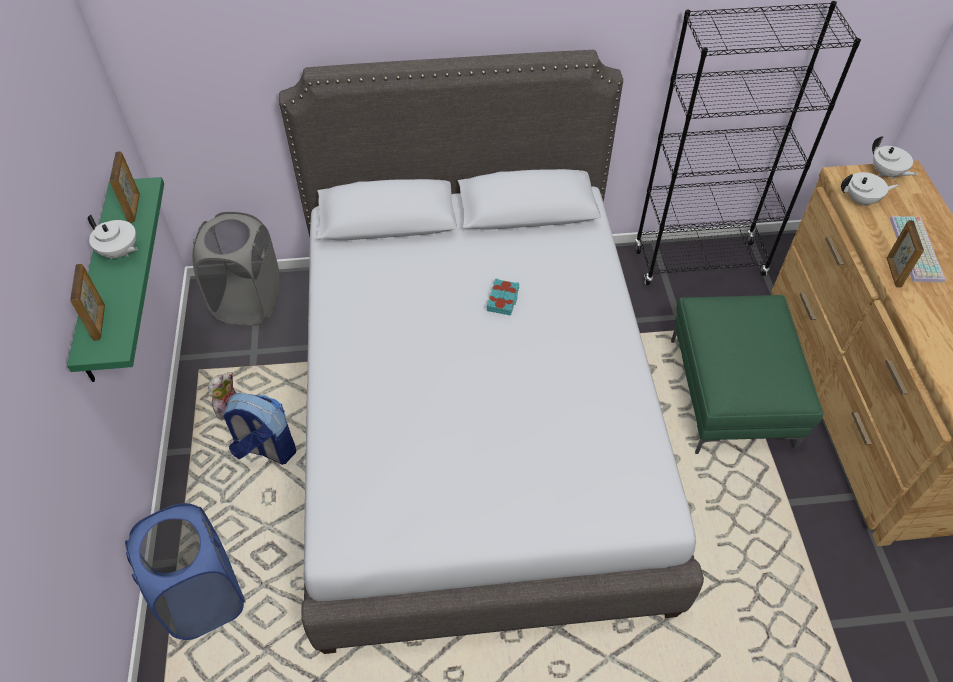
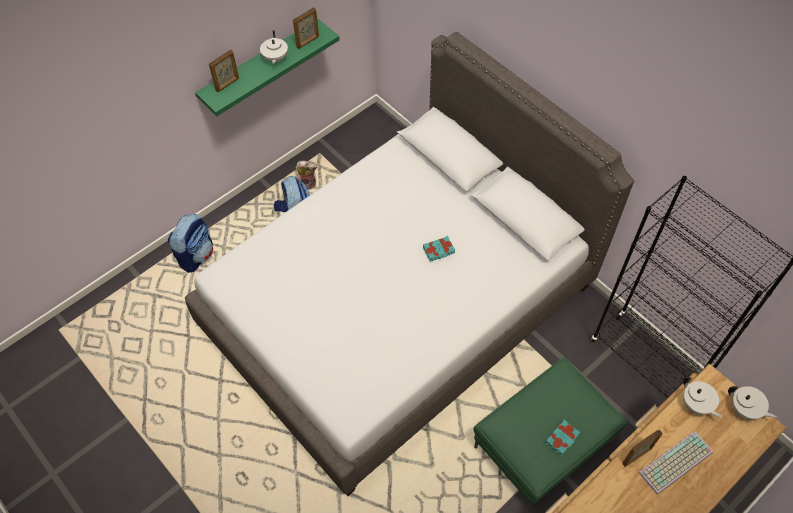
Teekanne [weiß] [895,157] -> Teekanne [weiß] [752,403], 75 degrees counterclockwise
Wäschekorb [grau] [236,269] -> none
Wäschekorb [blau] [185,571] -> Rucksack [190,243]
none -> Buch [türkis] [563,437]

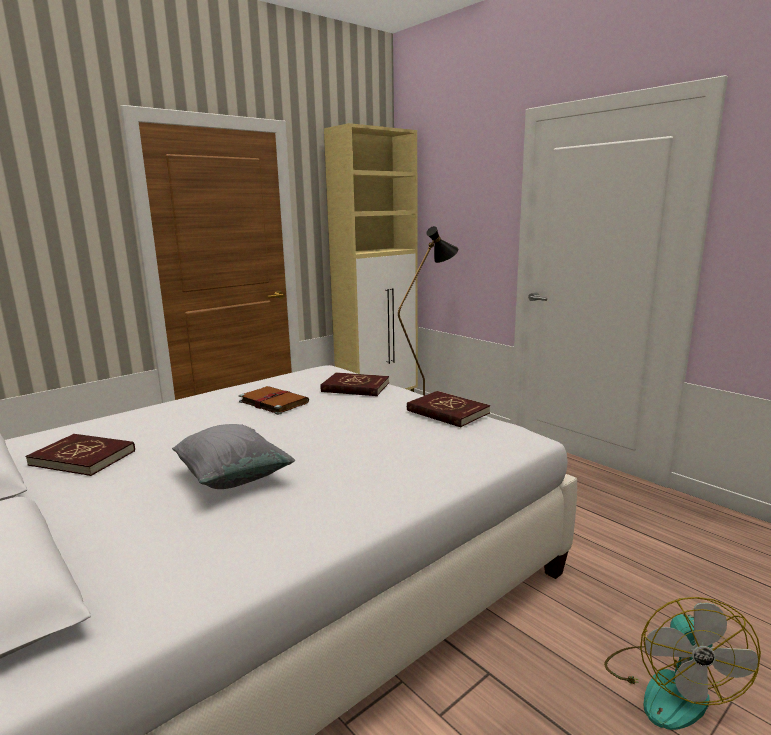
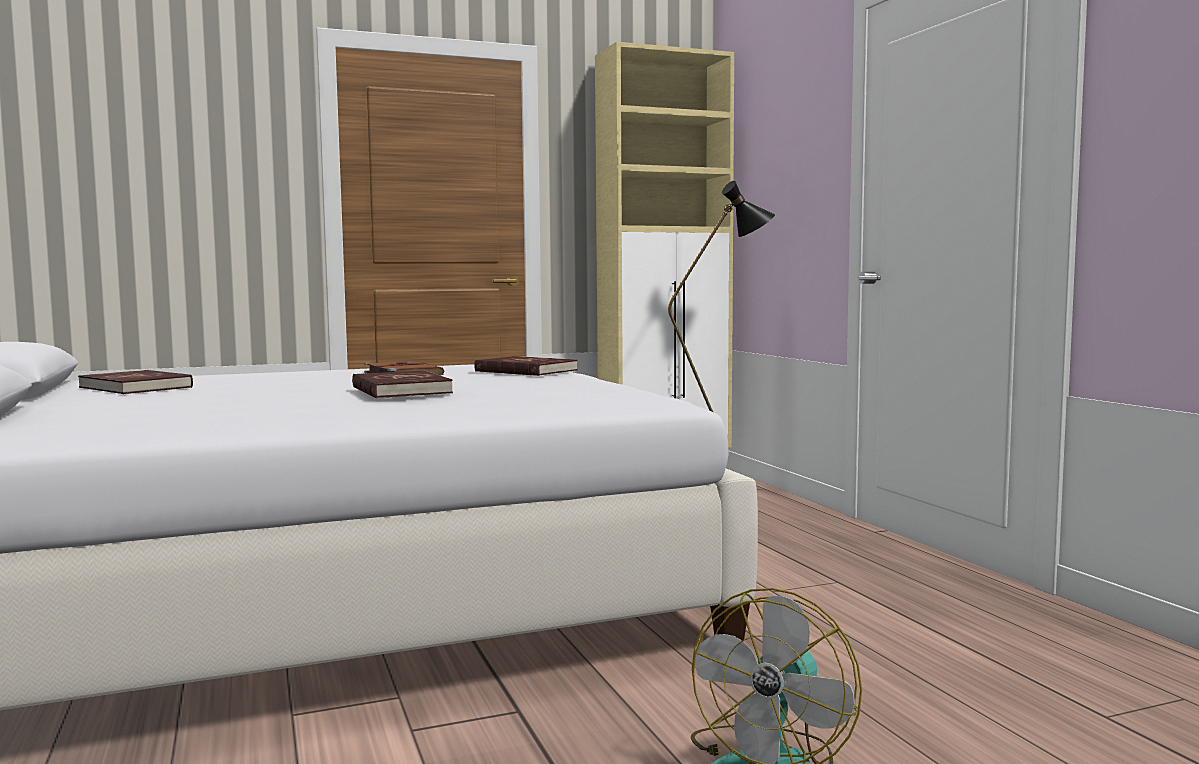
Buch [rot] [448,409] -> Buch [rot] [402,384], move
Kissen [grau] [233,456] -> none

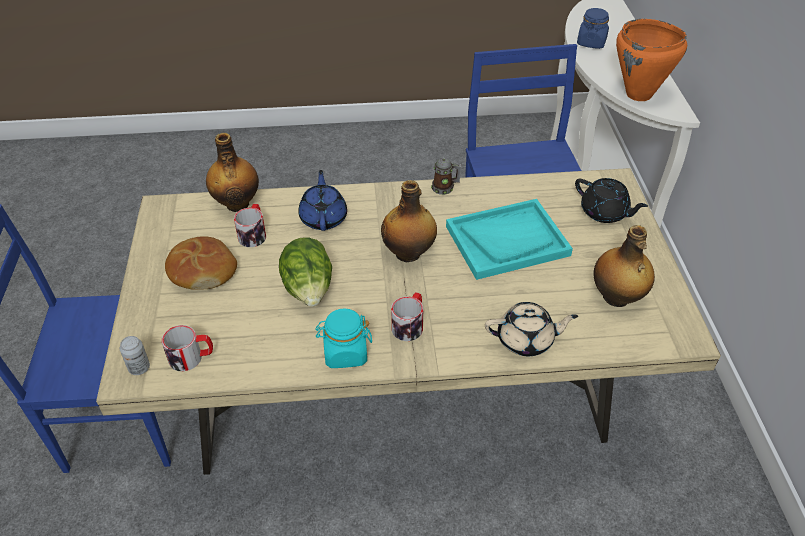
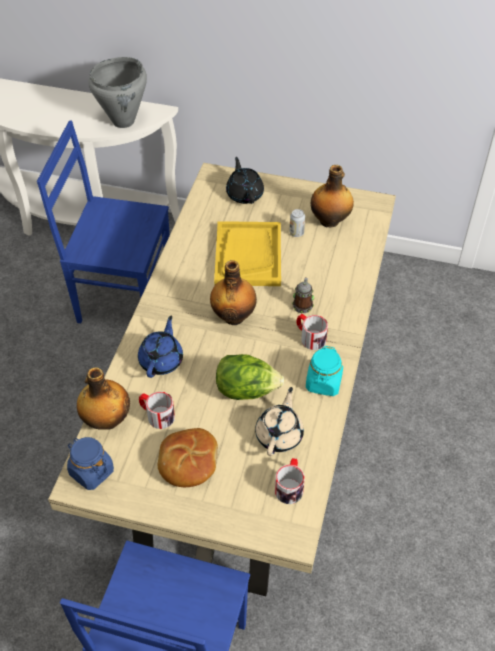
Vorratsglas [blau] [593,28] -> Vorratsglas [blau] [90,463], move
Kochtopf [orange] [651,60] -> Kochtopf [grau] [117,92]
Henkelbecher [446,176] -> Henkelbecher [303,295], move
Teekanne [blau] [322,200] -> Teekanne [blau] [160,346], 90 degrees clockwise
Teekanne [schwarz] [611,200] -> Teekanne [schwarz] [245,180], 75 degrees counterclockwise
Tablett [türkis] [509,239] -> Tablett [gelb] [247,253]
Teekanne [beige] [531,329] -> Teekanne [beige] [279,421], move
Dose [135,355] -> Dose [297,223], move

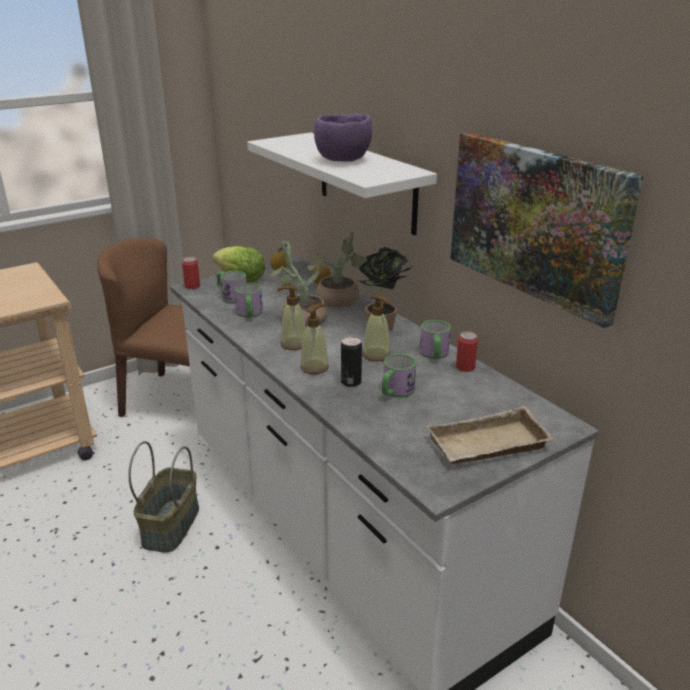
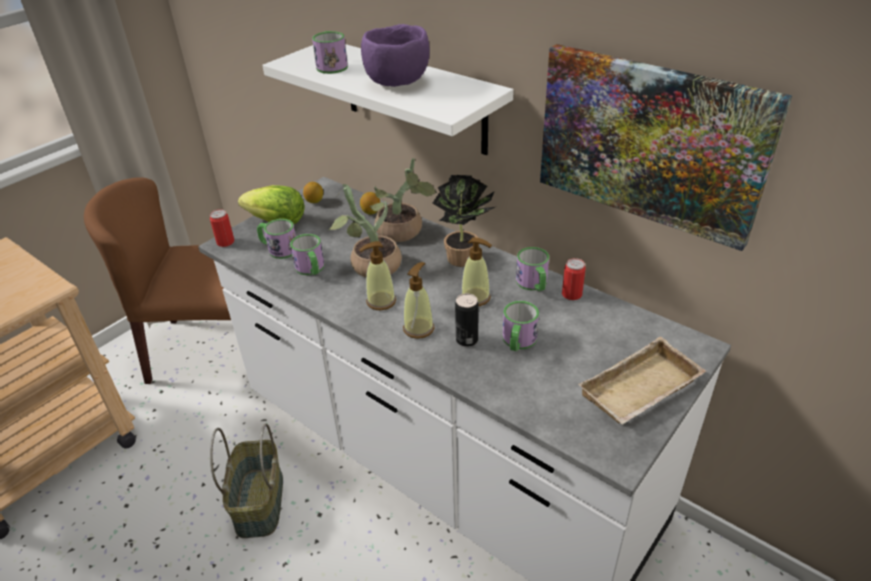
none -> Henkelbecher [330,52]

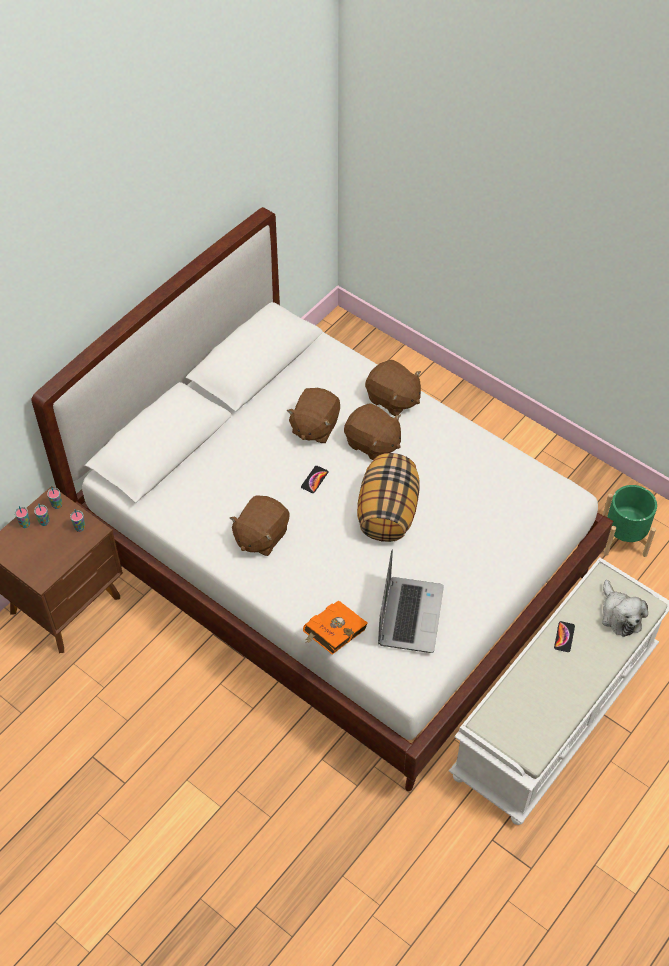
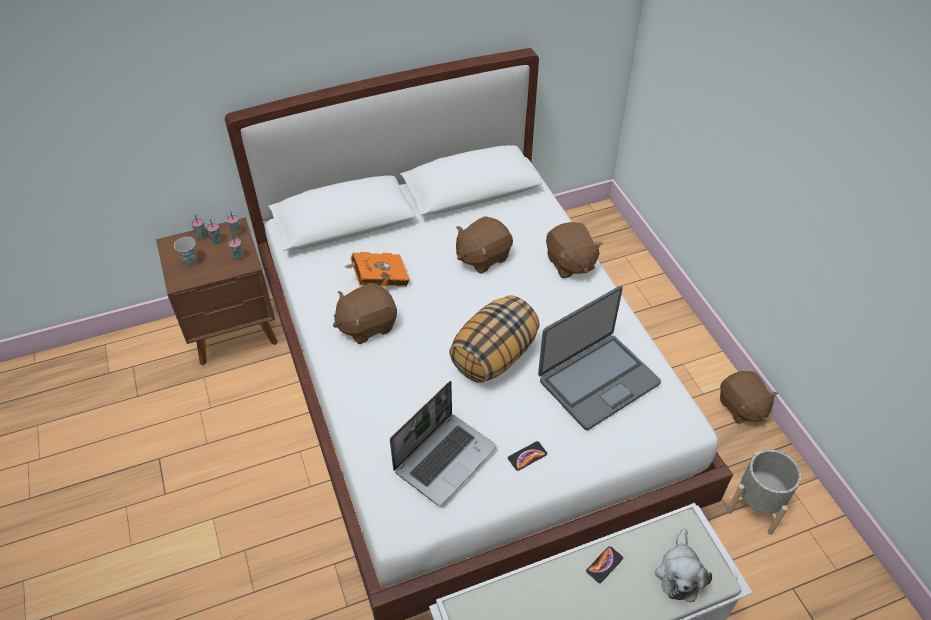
Plüschtier [braun] [372,431] -> Plüschtier [braun] [749,397], move
Handy [314,479] -> Handy [527,456], move
Pflanzkübel [grün] [630,521] -> Pflanzkübel [grau] [764,492]
Buch [orange] [335,627] -> Buch [orange] [378,269], move
none -> Tasse [186,251]
none -> Laptop [599,358]

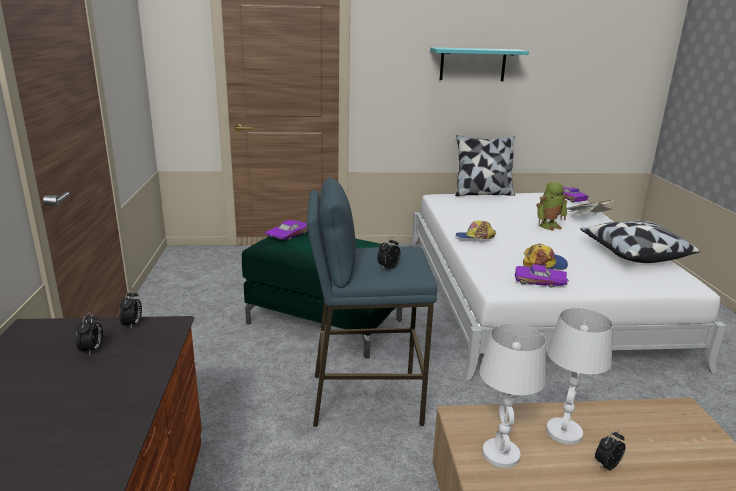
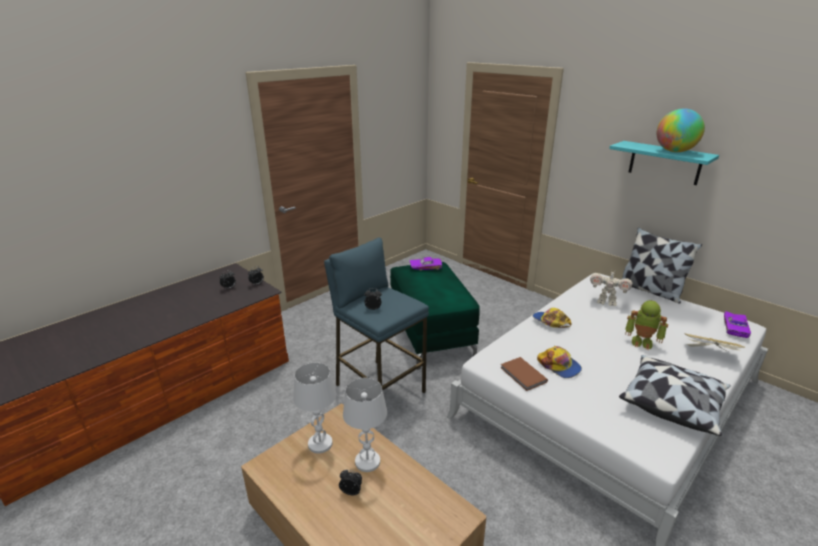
Spielzeugauto [lila] [542,275] -> Buch [braun] [524,374]
none -> Globus [681,130]
none -> Spielzeugroboter [611,287]

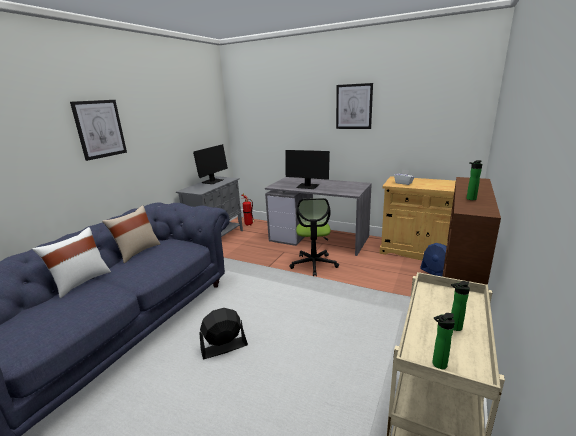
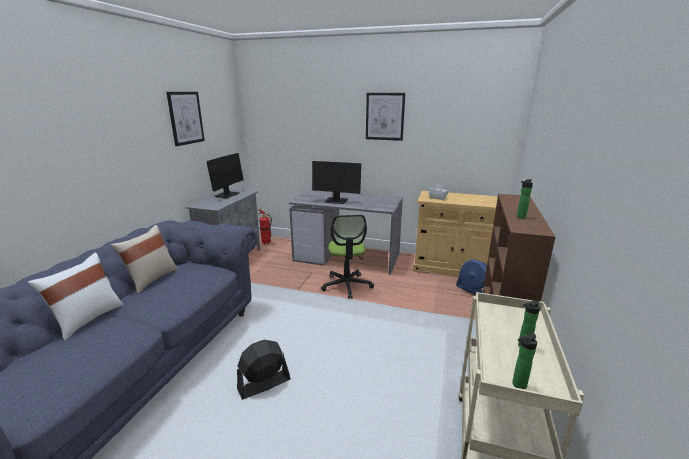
Bild [98,130] -> Bild [185,119], move

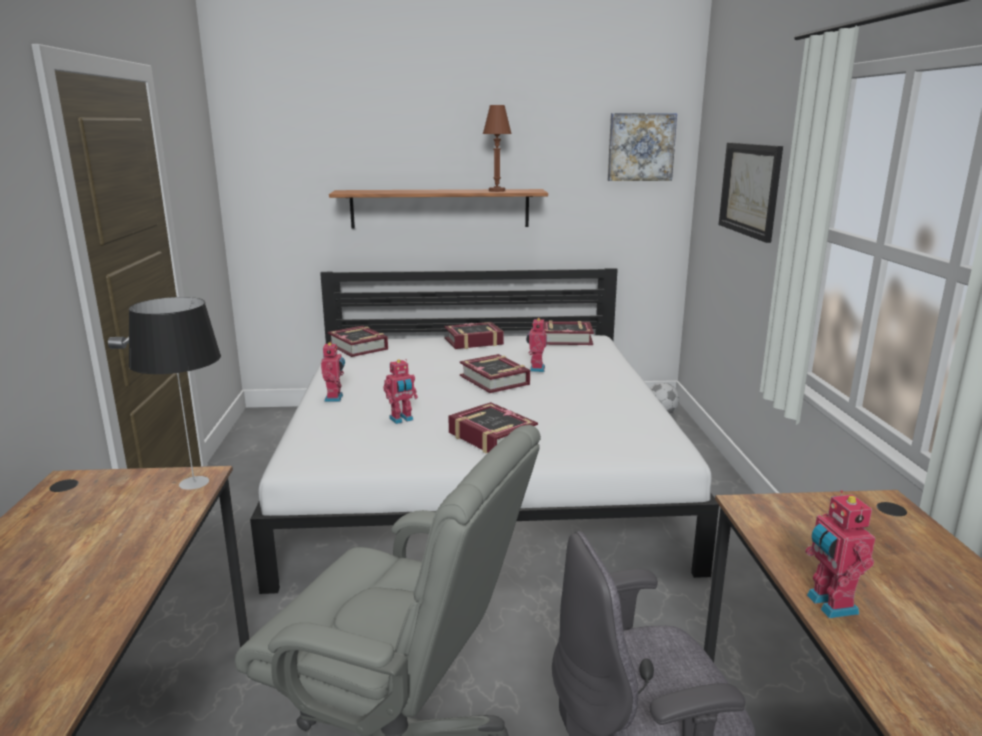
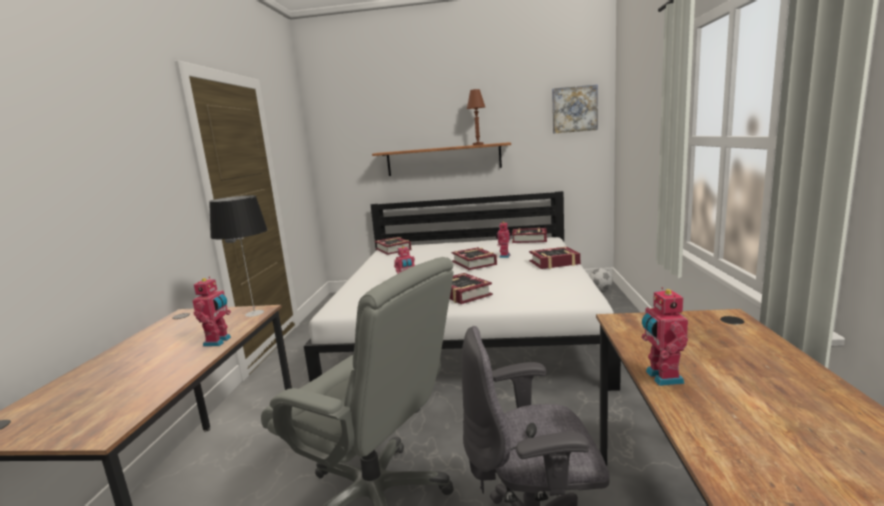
Bild [751,192] -> none
Buch [474,335] -> Buch [555,258], move
Spielzeugroboter [333,371] -> Spielzeugroboter [211,312], move

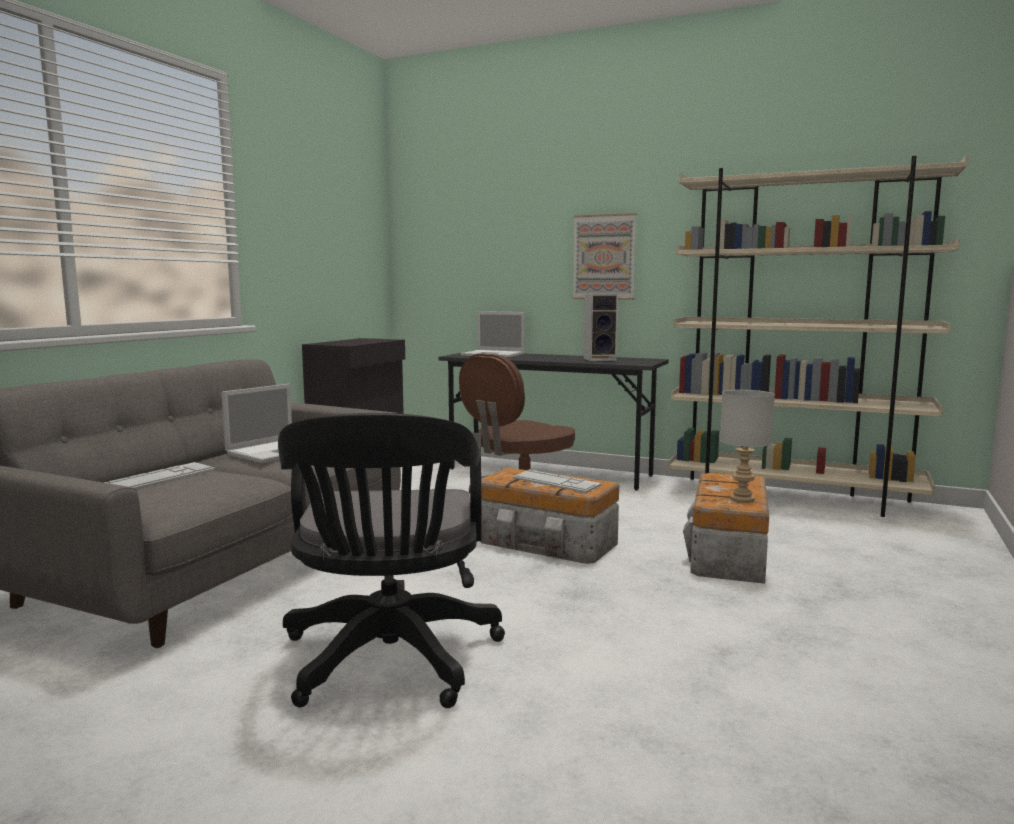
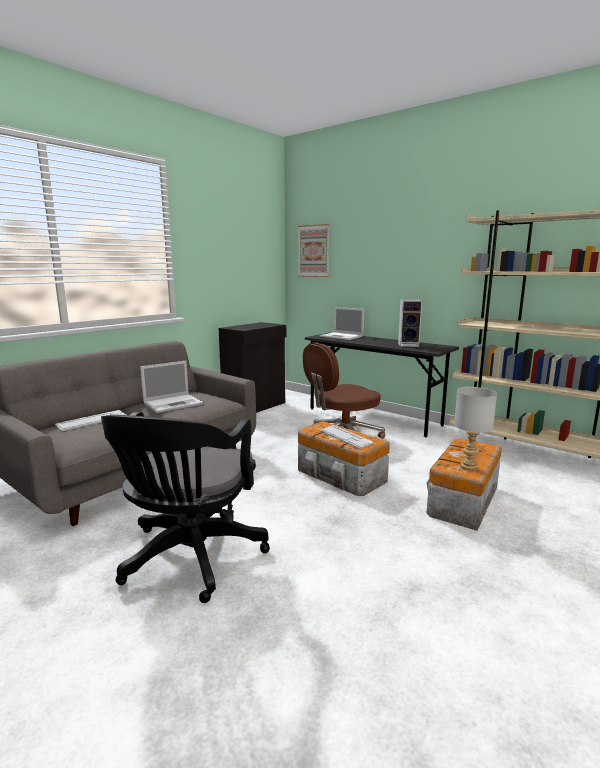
Bild [604,256] -> Bild [314,250], move

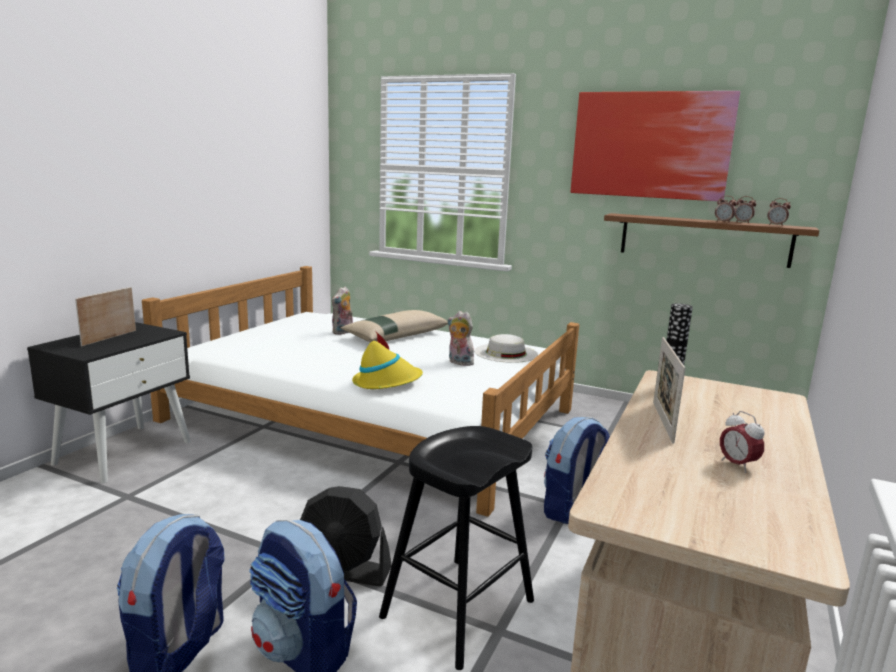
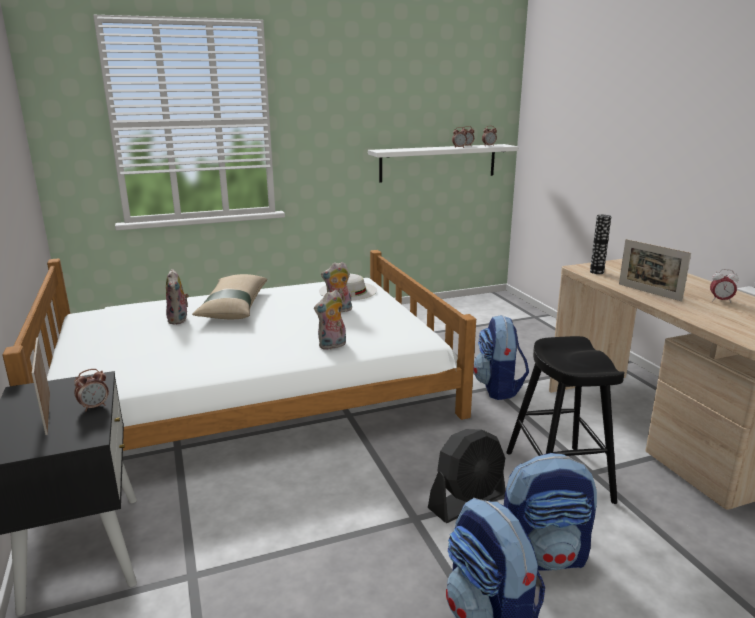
Bild [655,146] -> none
Wandregal [braun] [711,240] -> Wandregal [weiß] [443,163]
Hut [gelb] [387,360] -> Plüschtier [330,320]
none -> Wecker [91,390]

